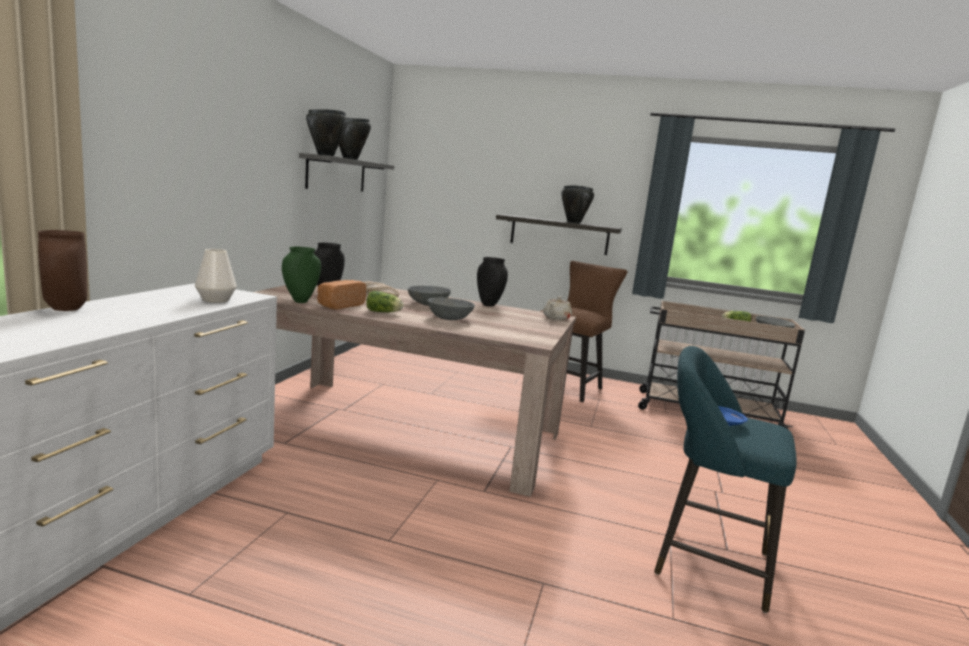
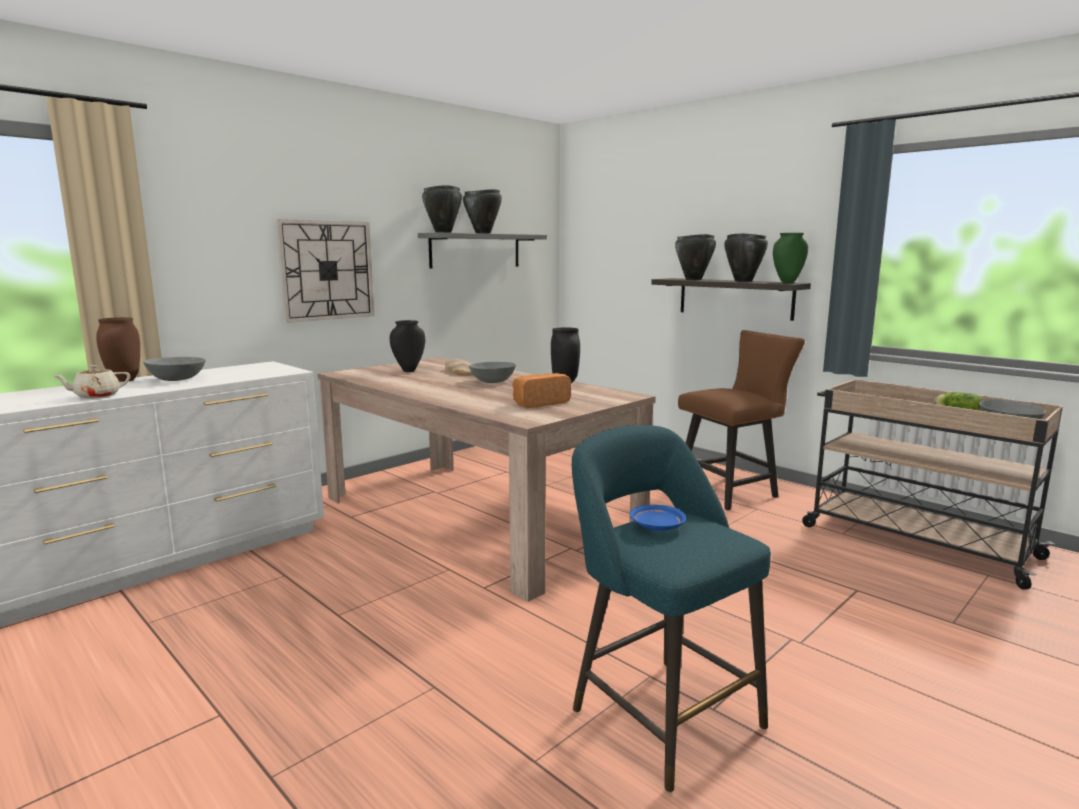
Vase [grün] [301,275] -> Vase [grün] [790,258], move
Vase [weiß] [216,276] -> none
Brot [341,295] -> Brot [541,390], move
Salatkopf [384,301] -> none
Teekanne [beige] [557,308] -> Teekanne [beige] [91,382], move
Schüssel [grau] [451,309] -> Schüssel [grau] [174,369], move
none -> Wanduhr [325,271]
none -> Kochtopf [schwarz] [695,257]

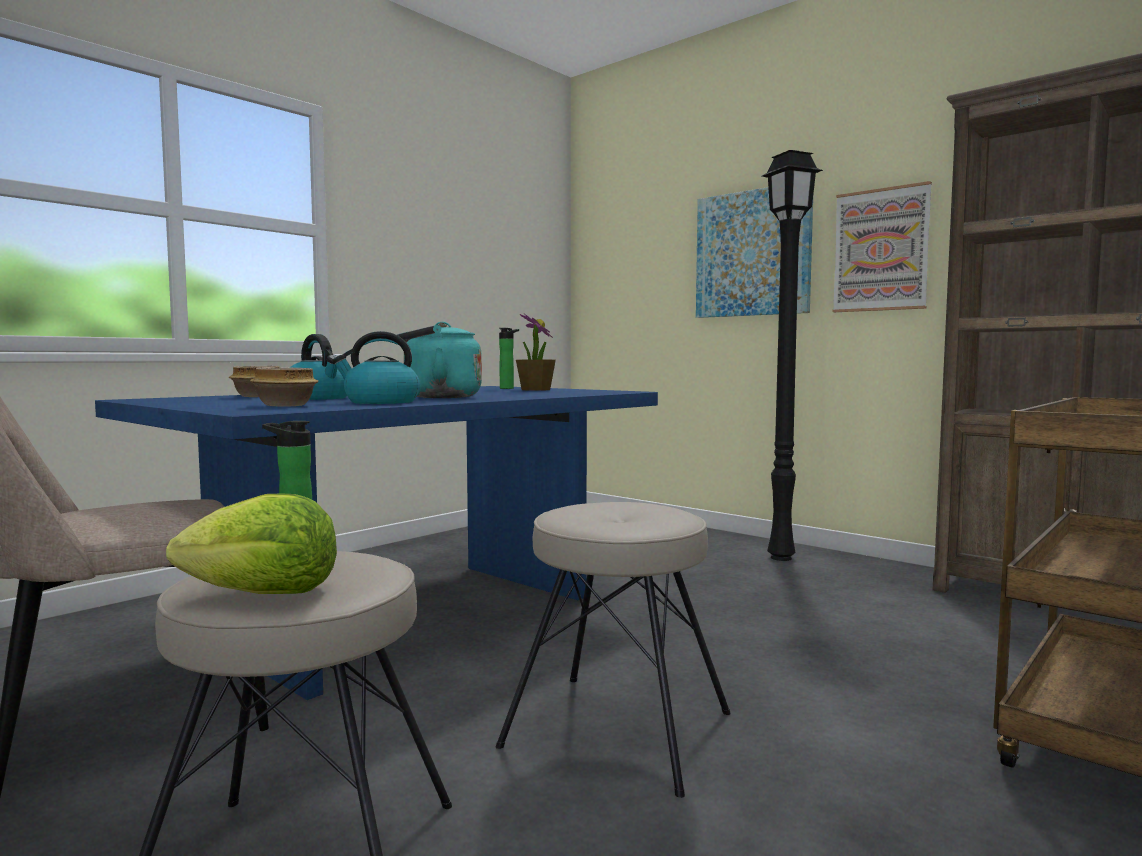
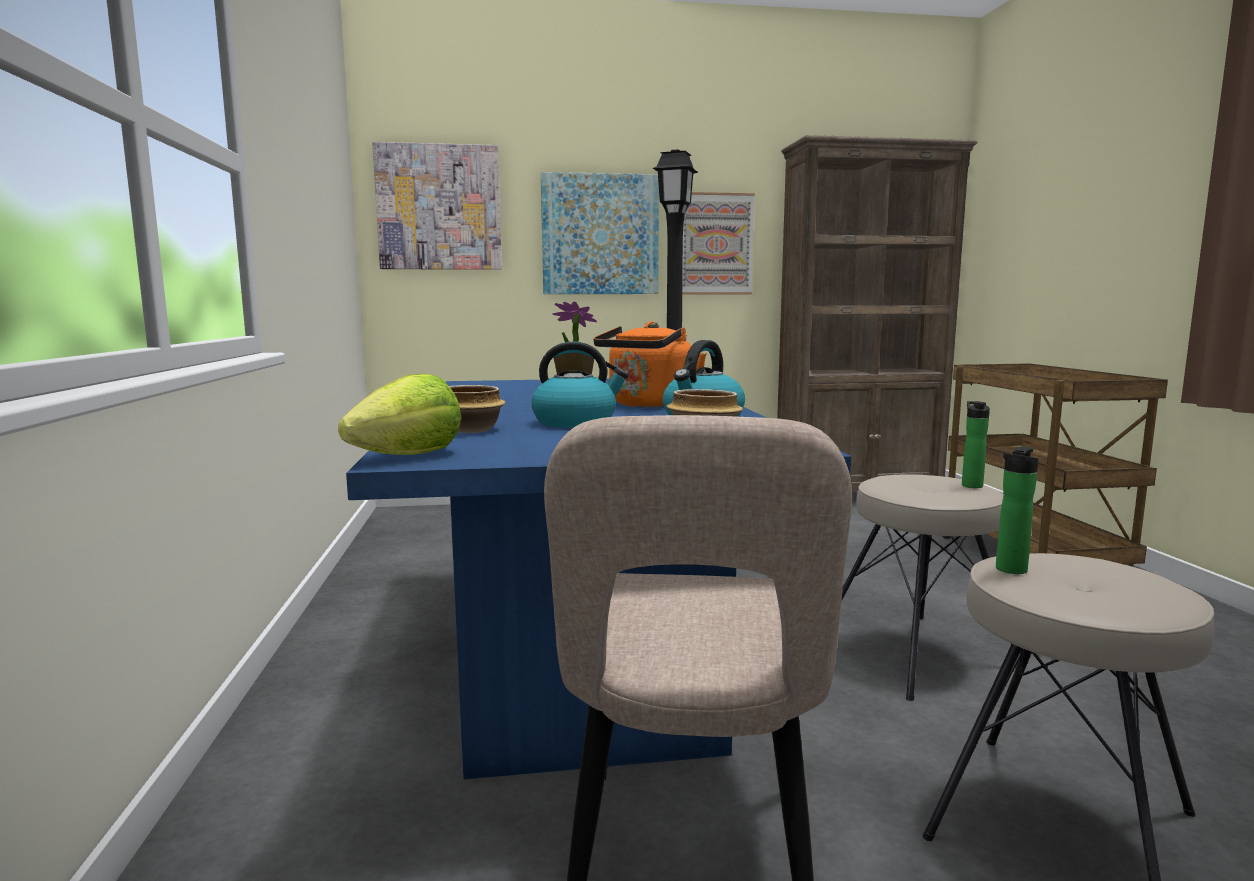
Wasserkessel [türkis] [439,360] -> Wasserkessel [orange] [650,364]
Flasche [509,358] -> Flasche [976,444], move
Salatkopf [251,543] -> Salatkopf [399,414], move
none -> Bild [437,206]

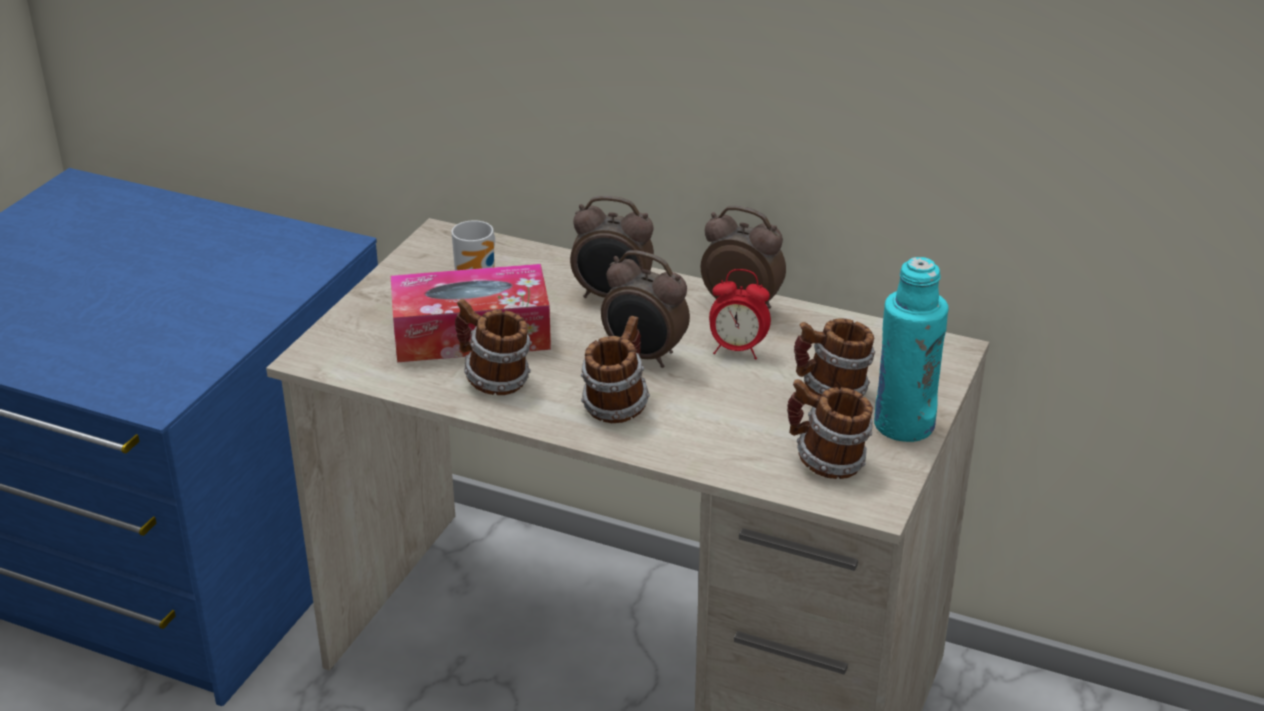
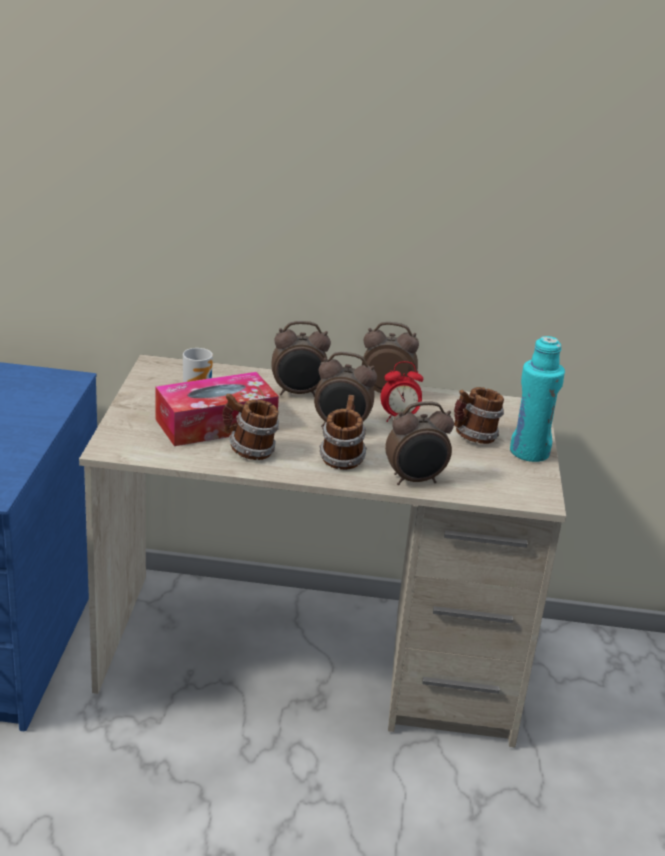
Henkelbecher [830,429] -> none
none -> Wecker [419,443]

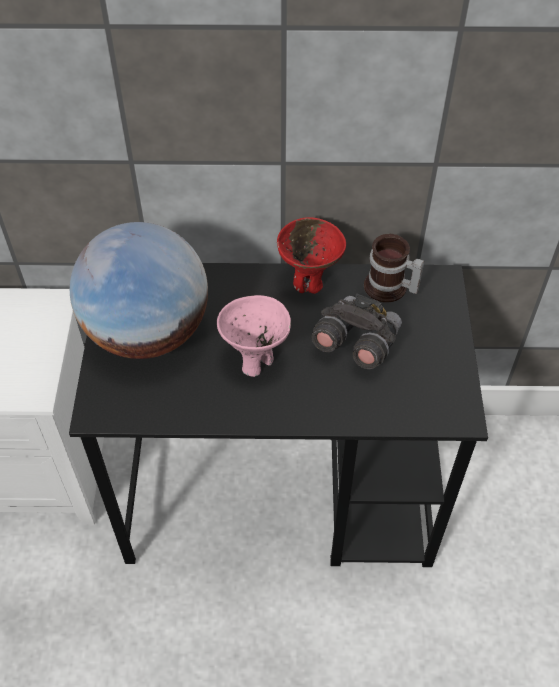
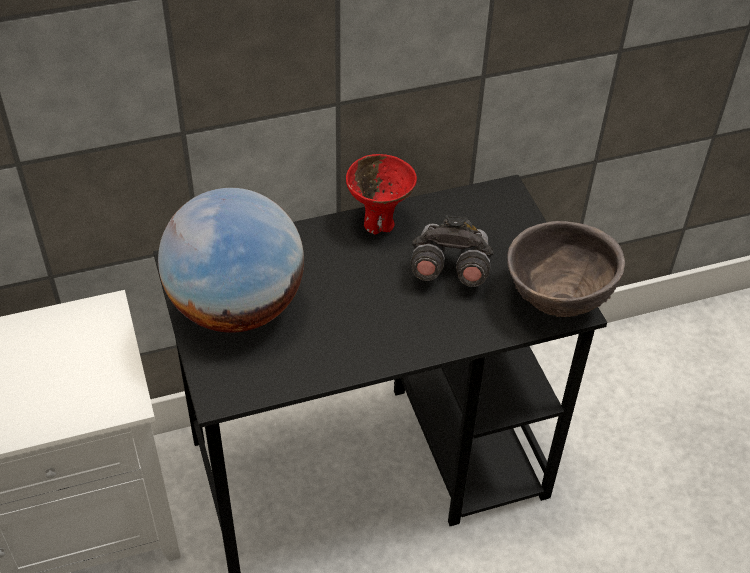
Henkelbecher [394,268] -> none
Schüssel [rosa] [254,336] -> none
none -> Schüssel [braun] [566,269]

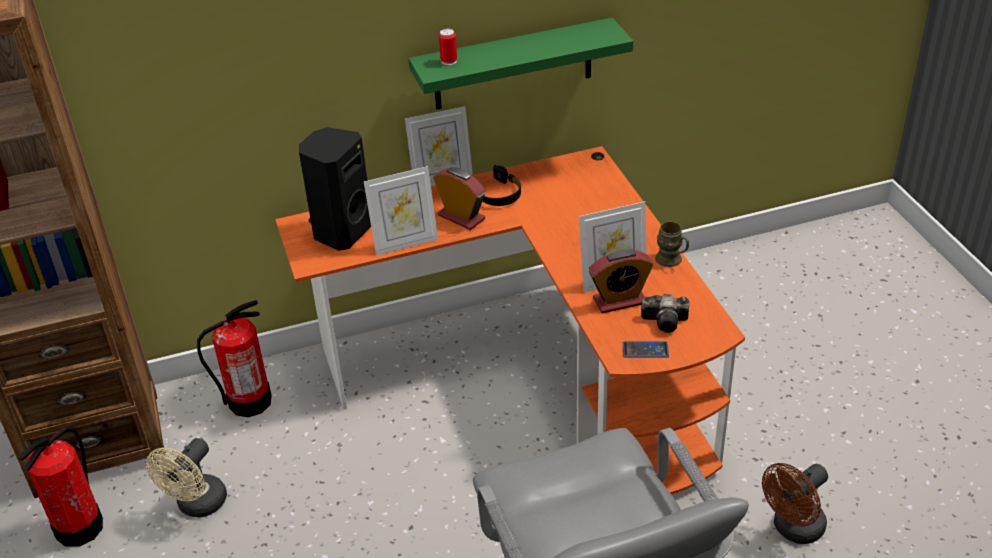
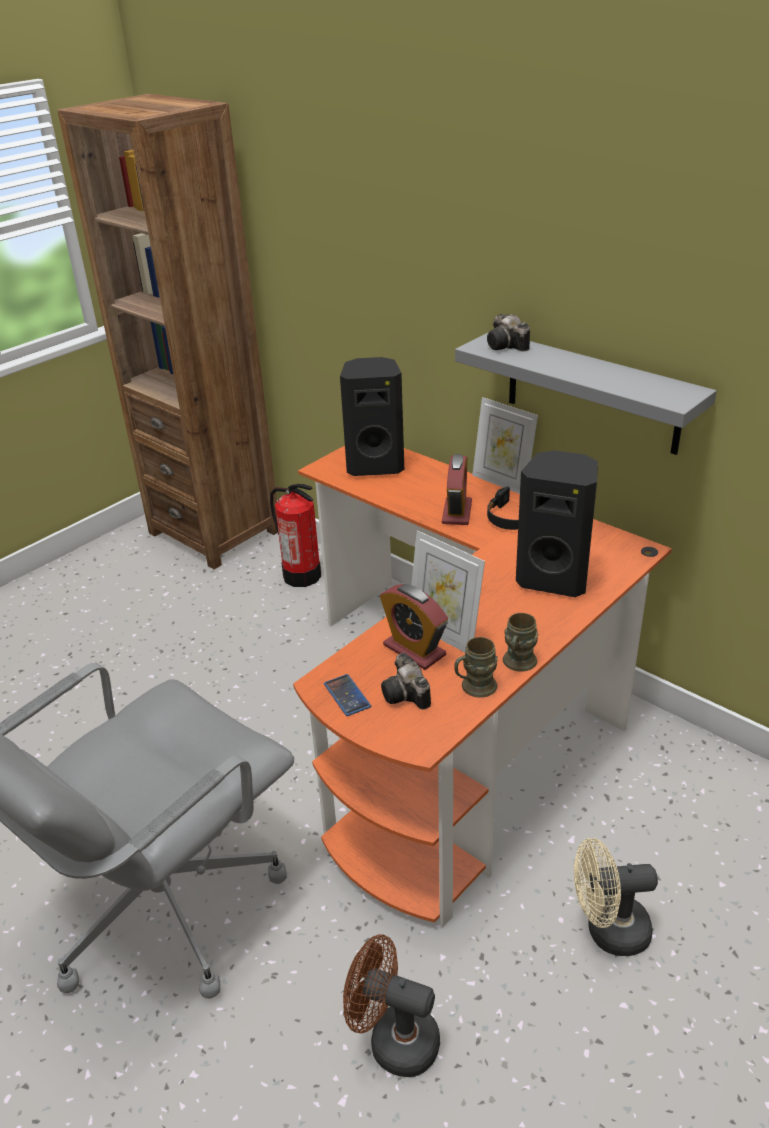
Wandregal [grün] [520,64] -> Wandregal [grau] [586,393]
Dose [448,47] -> Kamera [508,333]
Bilderrahmen [401,211] -> none
Feuerlöscher [61,487] -> none
Ventilator [beige] [186,477] -> Ventilator [beige] [616,897], move
none -> Lautsprecher [schwarz] [557,523]
none -> Henkelbecher [braun] [476,667]

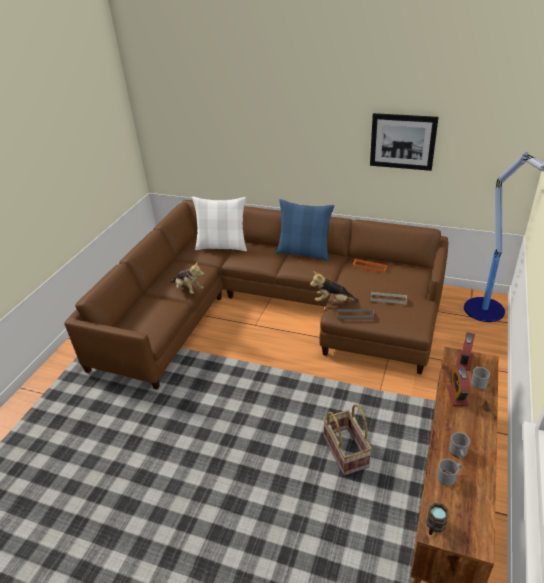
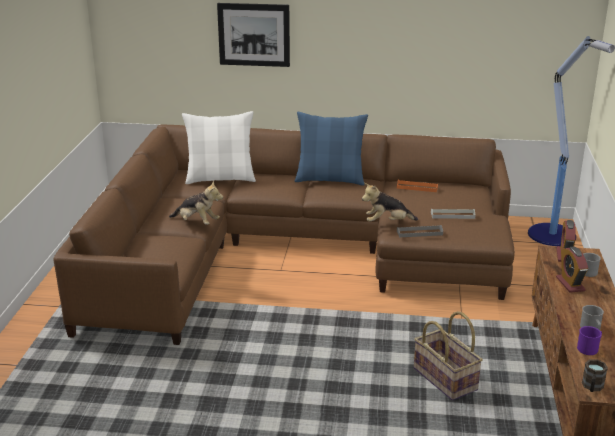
Bild [404,142] -> Bild [253,35], move
Henkelbecher [grau] [449,472] -> Henkelbecher [lila] [589,340]

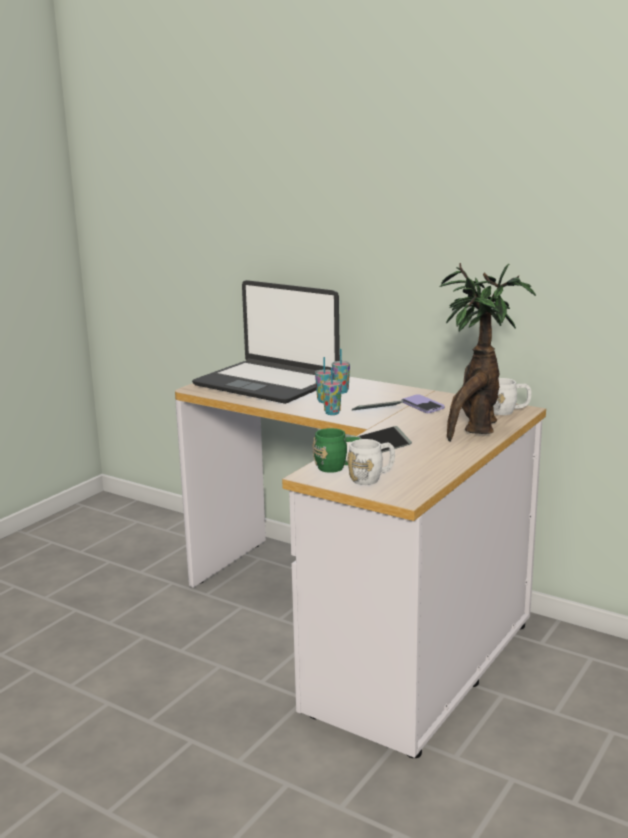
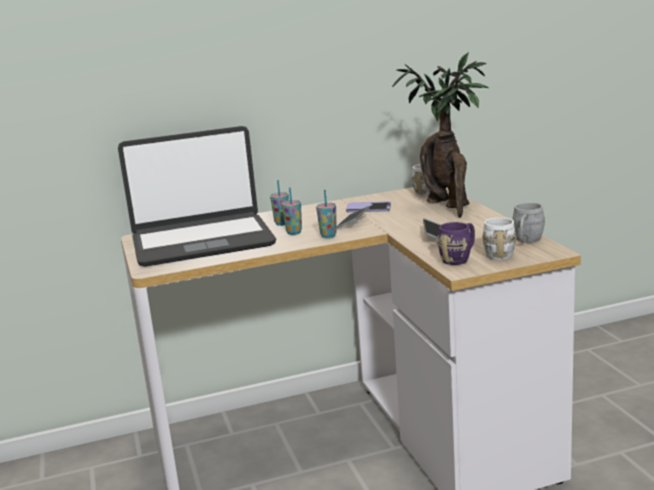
Henkelbecher [grün] [336,450] -> Henkelbecher [lila] [456,243]
none -> Henkelbecher [grau] [528,222]

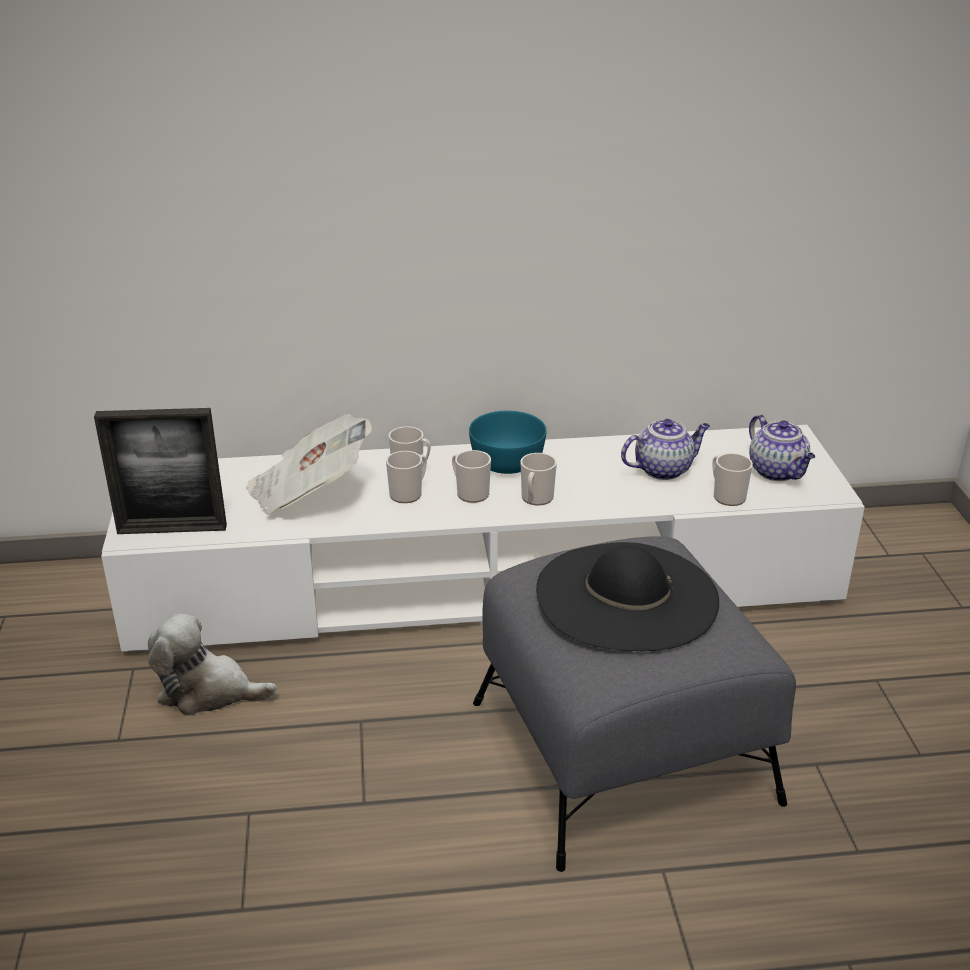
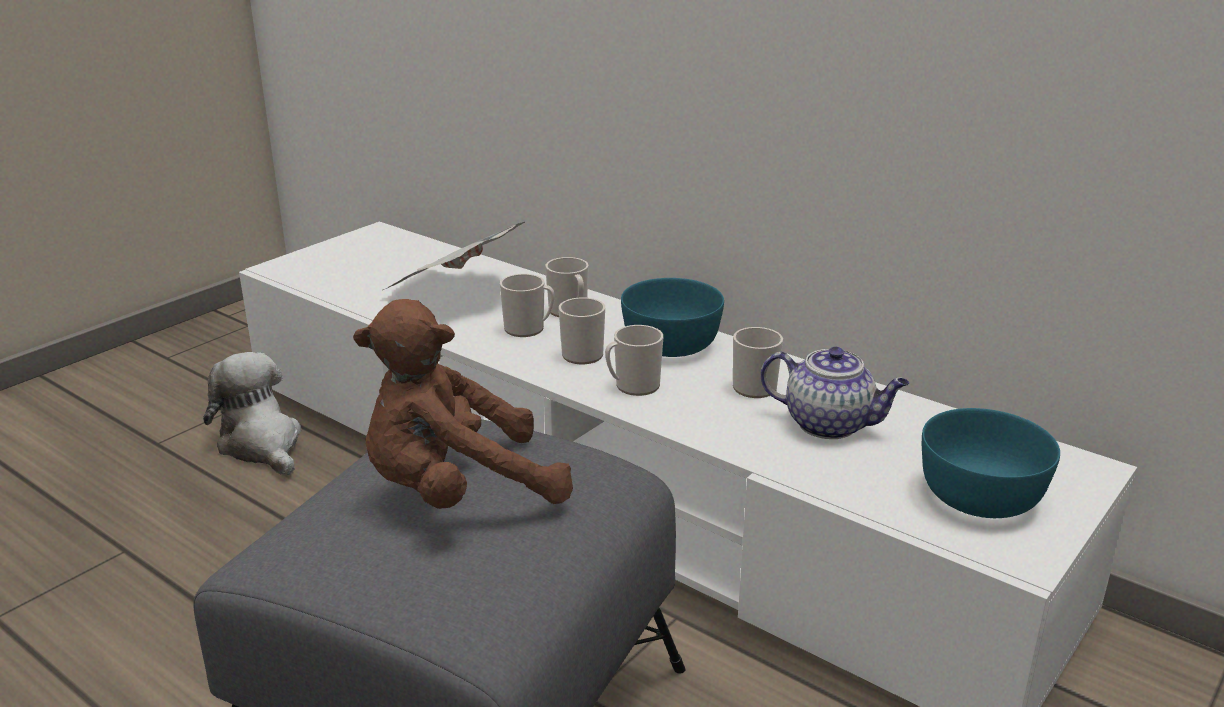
Bilderrahmen [160,471] -> none
Teekanne [782,447] -> Schüssel [türkis] [991,463]
Henkelbecher [732,479] -> Henkelbecher [758,362], move
Hut [schwarz] [627,596] -> Plüschtier [braun] [463,404]

